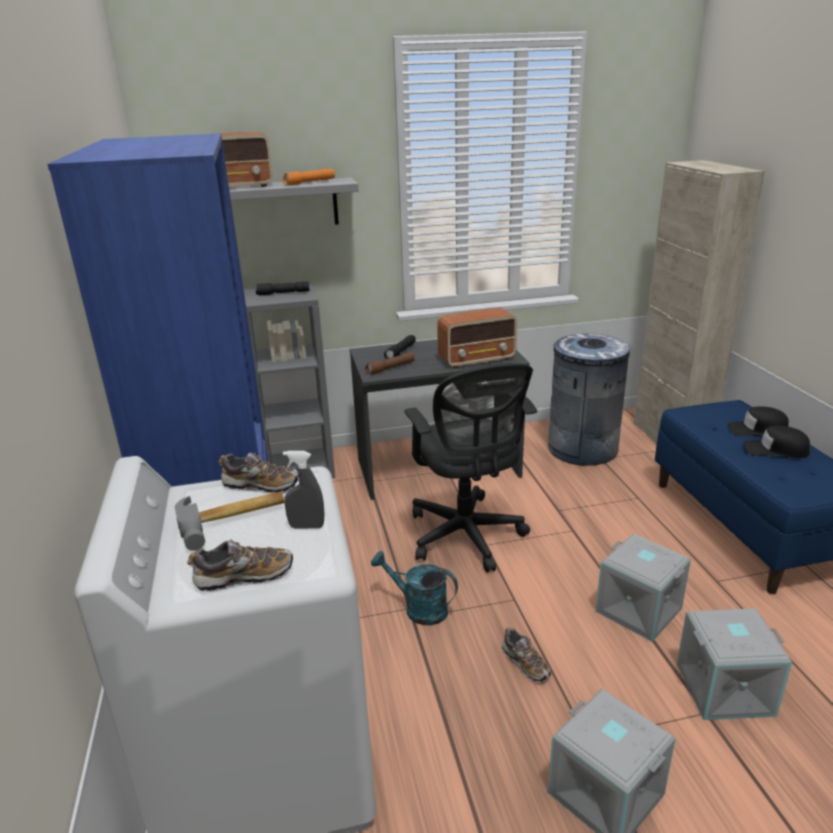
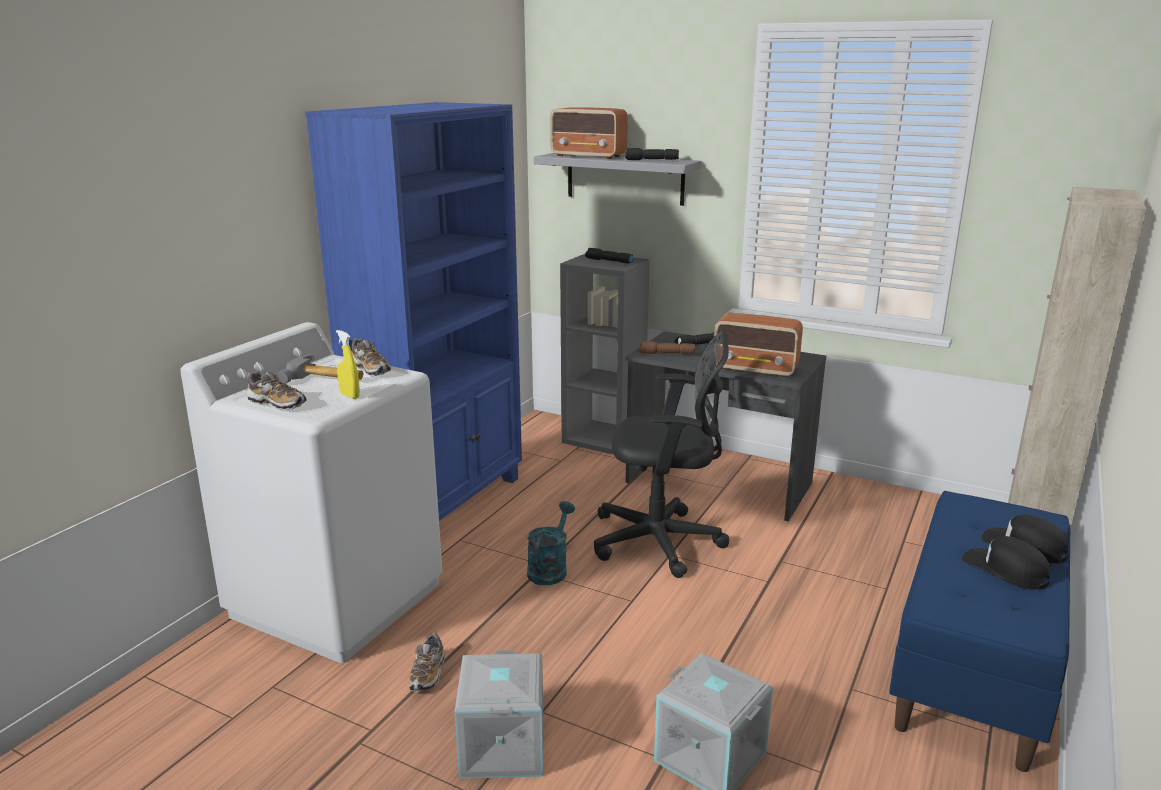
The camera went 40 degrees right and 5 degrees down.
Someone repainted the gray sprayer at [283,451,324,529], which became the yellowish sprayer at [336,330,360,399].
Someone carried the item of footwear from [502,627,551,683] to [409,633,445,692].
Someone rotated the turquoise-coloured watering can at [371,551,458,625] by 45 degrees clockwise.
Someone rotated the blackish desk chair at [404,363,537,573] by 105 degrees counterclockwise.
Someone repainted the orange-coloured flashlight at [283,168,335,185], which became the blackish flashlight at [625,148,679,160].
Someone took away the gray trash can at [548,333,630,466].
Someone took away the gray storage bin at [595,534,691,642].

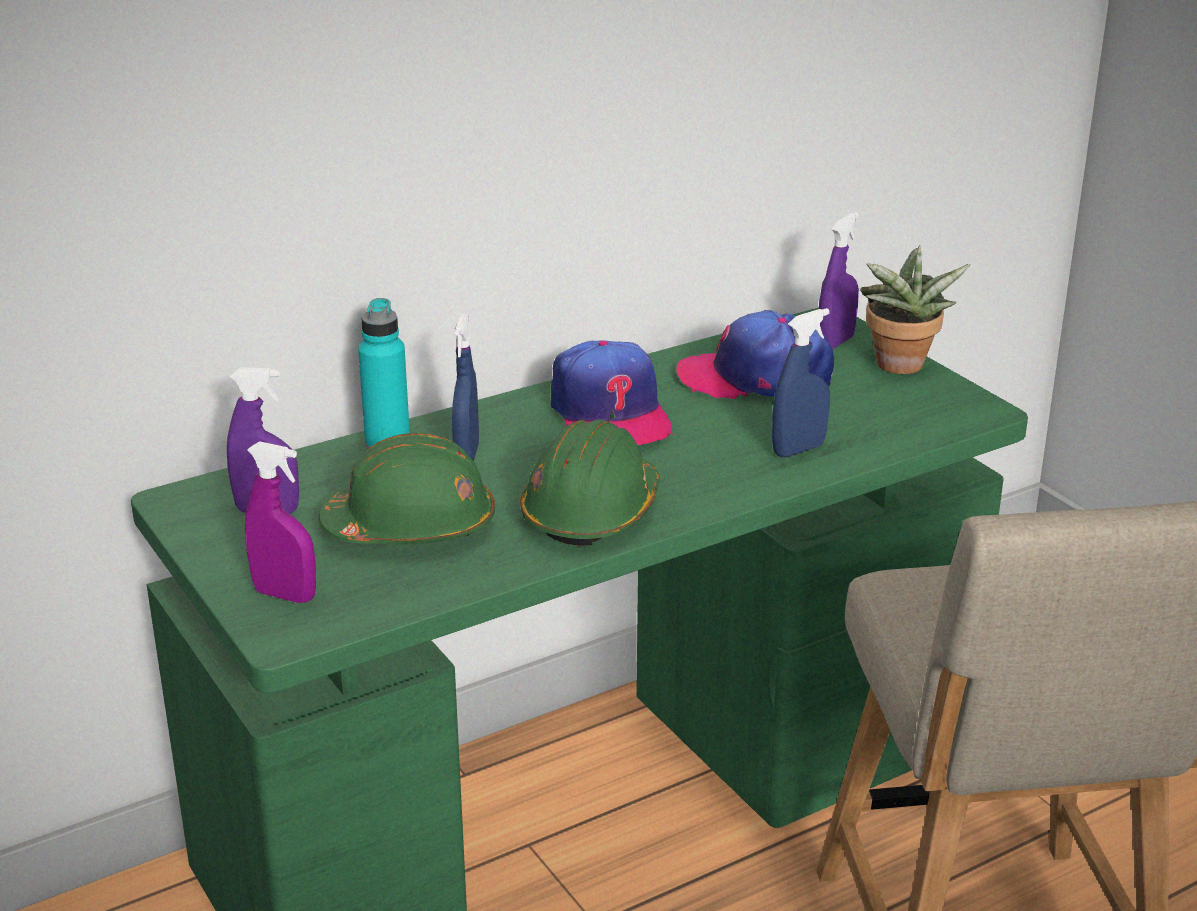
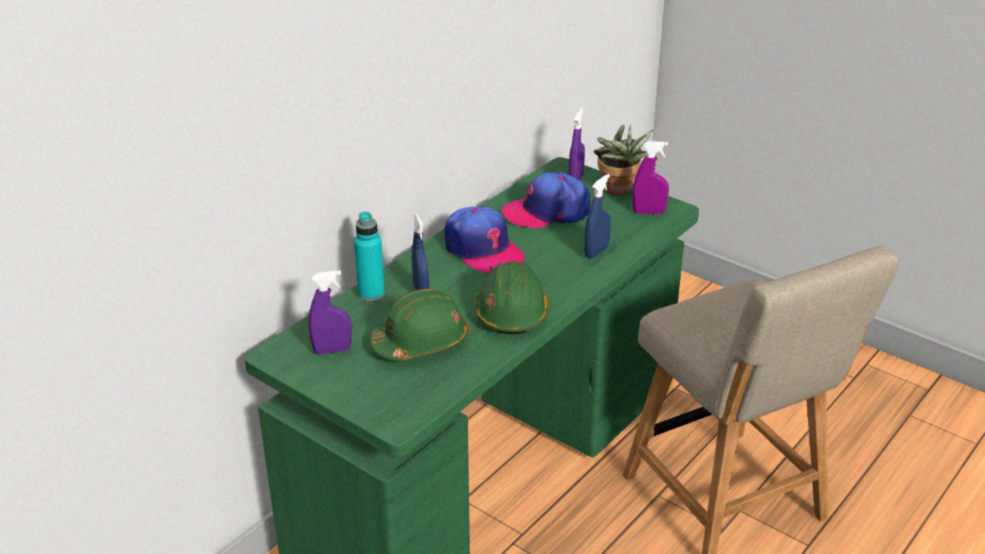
The camera went 20 degrees left and 5 degrees up.
Someone carried the purplish sprayer from [245,441,316,603] to [632,141,669,214].

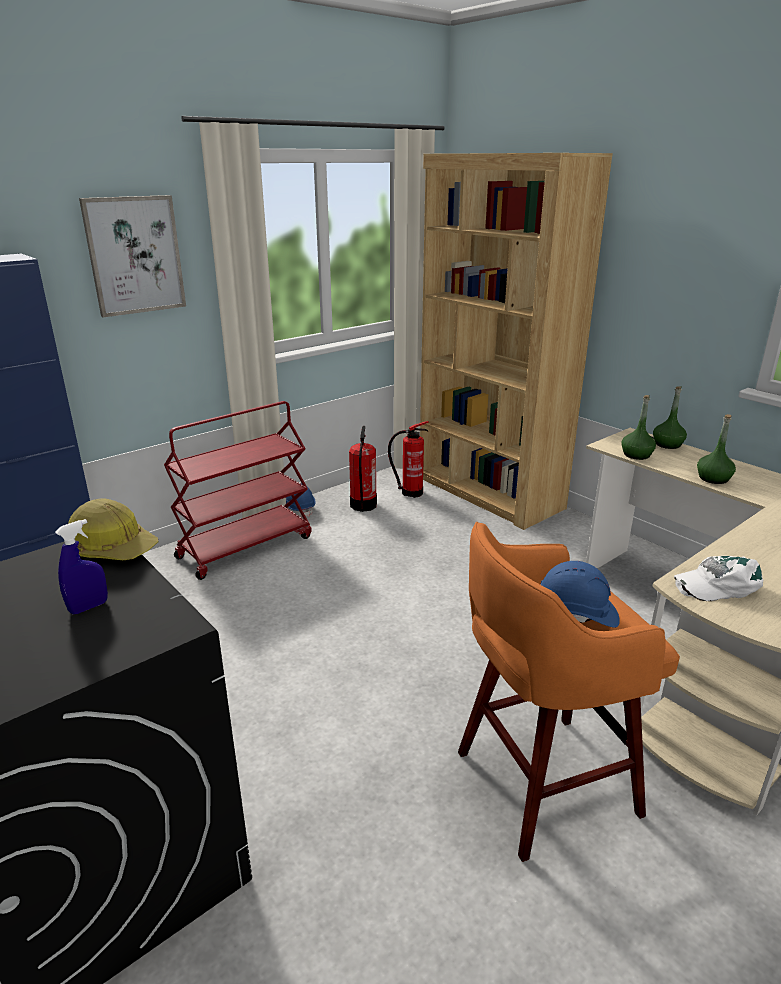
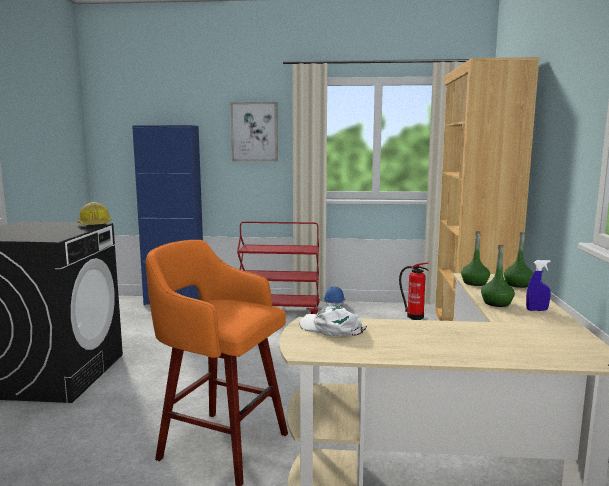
The camera went 45 degrees right and 15 degrees down.
Someone carried the blue sprayer from [55,519,108,614] to [526,260,551,311].
Someone took away the fire-fighting cylinder at [349,426,377,512].
Someone took away the blue work helmet at [540,561,620,628].

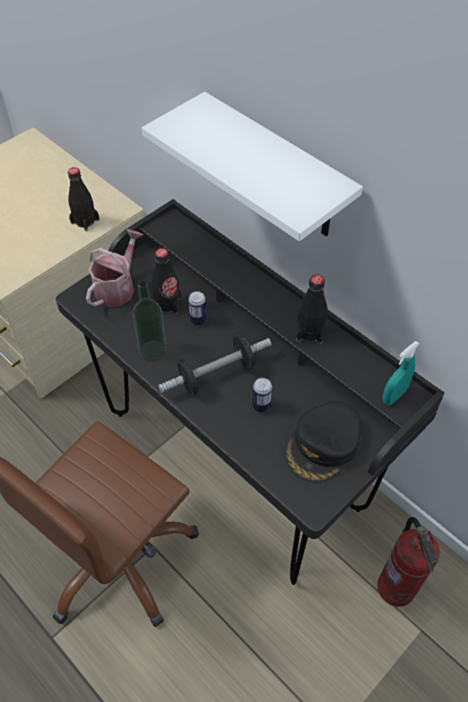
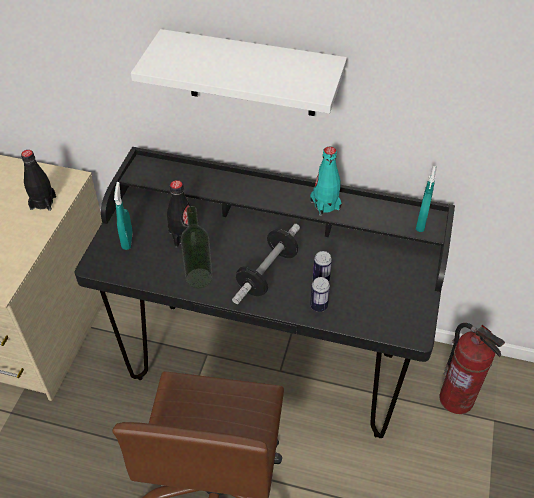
The camera went 30 degrees left and 5 degrees down.
Someone swapped the watering can at [86,229,143,307] for the turquoise-coloured sprayer at [114,182,133,250].
Someone repainted the blackish bottle at [296,274,328,344], which became the turquoise-coloured bottle at [310,147,341,216].
Someone carried the sealed can from [188,291,207,325] to [310,277,330,312].
Someone took away the blackish peaked cap at [285,401,361,482].

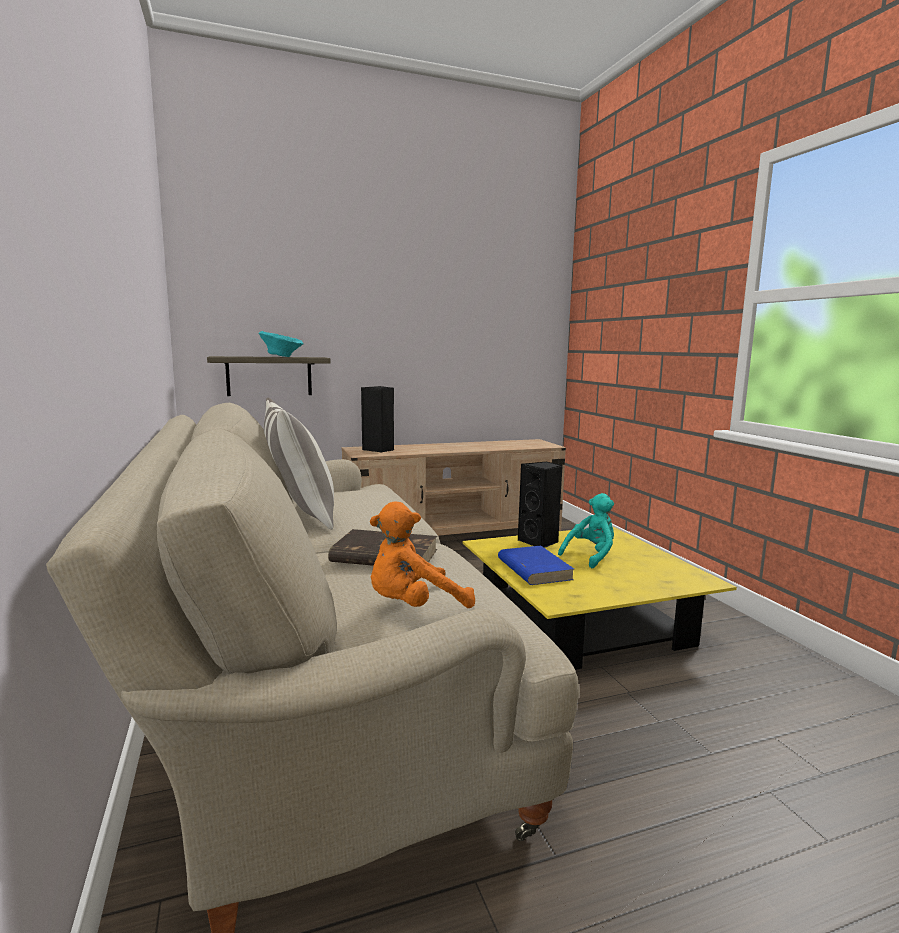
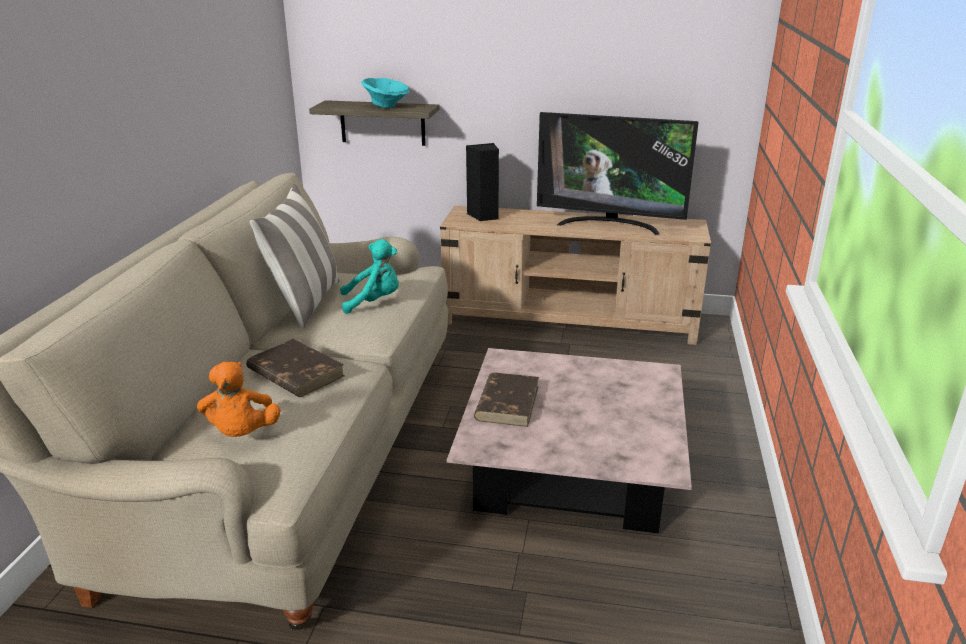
The camera went 30 degrees right and 15 degrees up.
Someone rotated the orange-coloured plush toy at [370,501,475,608] by 105 degrees counterclockwise.
Someone carried the turquoise-coloured plush toy from [558,493,614,568] to [340,239,399,314].
Someone repainted the yellowish coffee table at [463,526,737,670], which became the pink coffee table at [447,348,692,533].
Someone repainted the blue bound book at [498,546,574,585], which became the brown-coloured bound book at [474,372,539,427].
Someone put down the TV set at [537,112,699,235].
Someone took away the blackish audio speaker at [518,462,563,548].

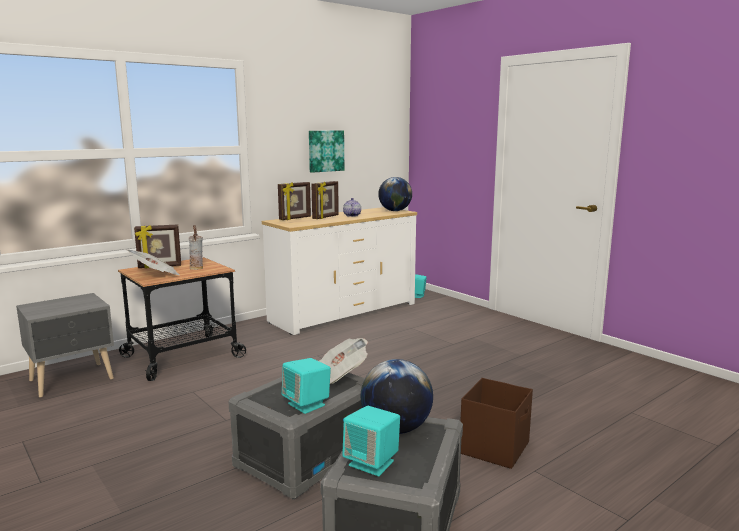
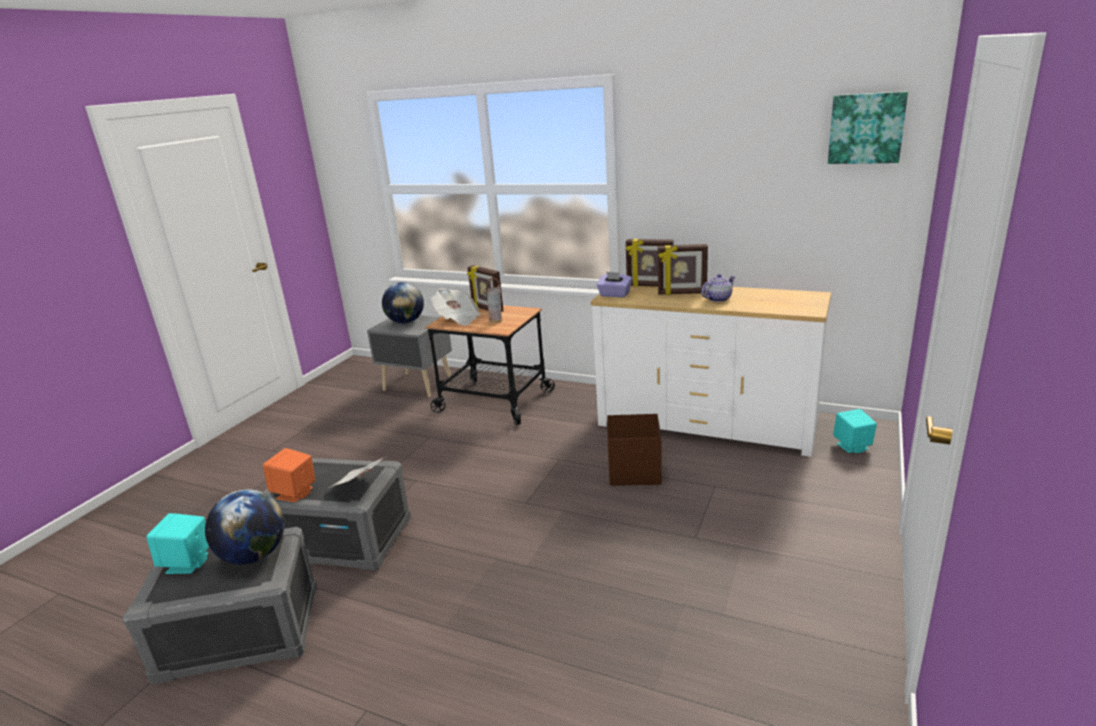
The camera went 65 degrees right and 10 degrees up.
Someone repainted the turquoise-coloured audio speaker at [282,358,331,414], which became the orange-coloured audio speaker at [263,448,315,502].
Someone carried the desk globe from [378,177,412,211] to [382,282,424,324].
Someone put down the purplish tissue box at [597,272,632,298].
Someone carried the brown-coloured storage bin from [460,378,533,469] to [607,414,662,486].
Someone carried the picture from [309,130,344,173] to [828,91,908,164].

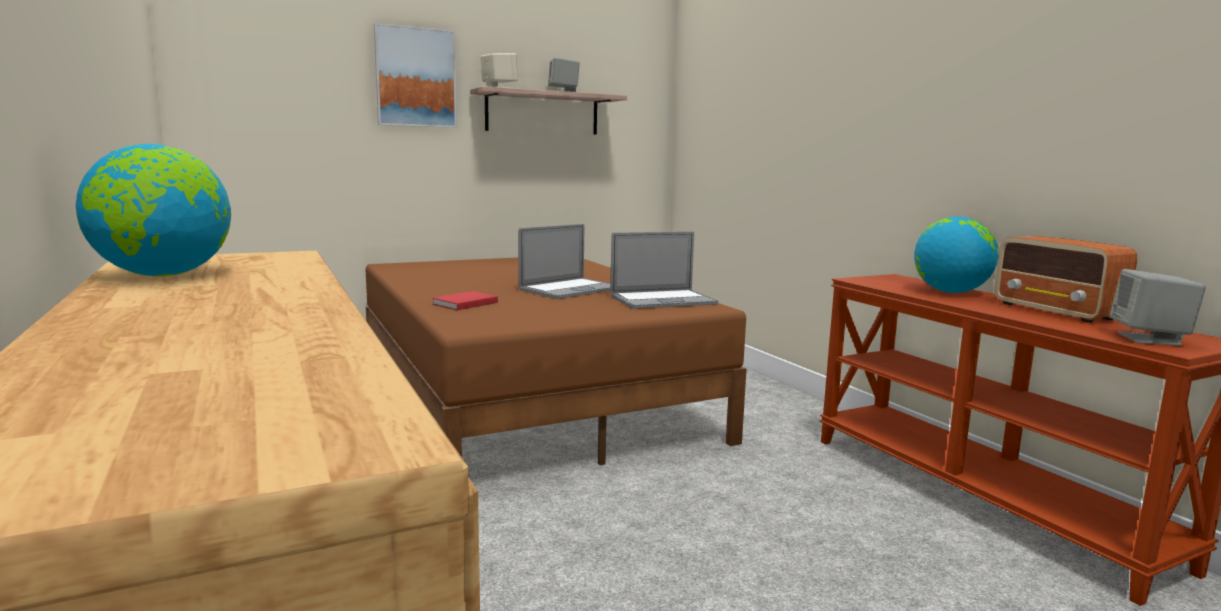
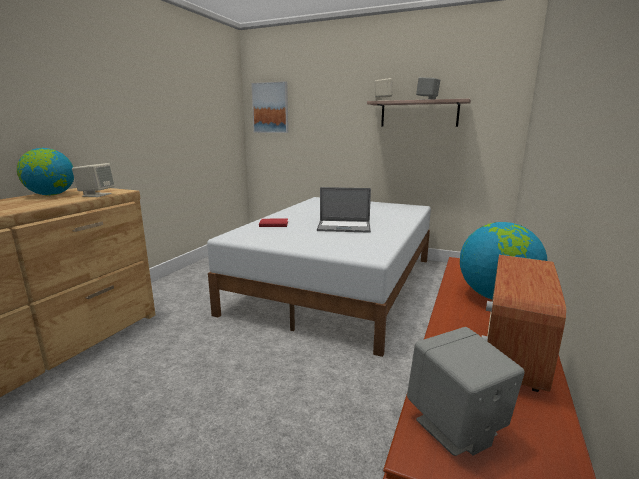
The camera went 50 degrees right and 5 degrees up.
Someone put down the beige audio speaker at [72,163,115,197].
Someone repainted the brown-coloured bedroom bed at [366,257,747,465], which became the white-coloured bedroom bed at [207,197,431,357].
Someone carried the picture from [374,23,457,128] to [251,81,288,133].
Someone took away the laptop at [610,232,719,309].

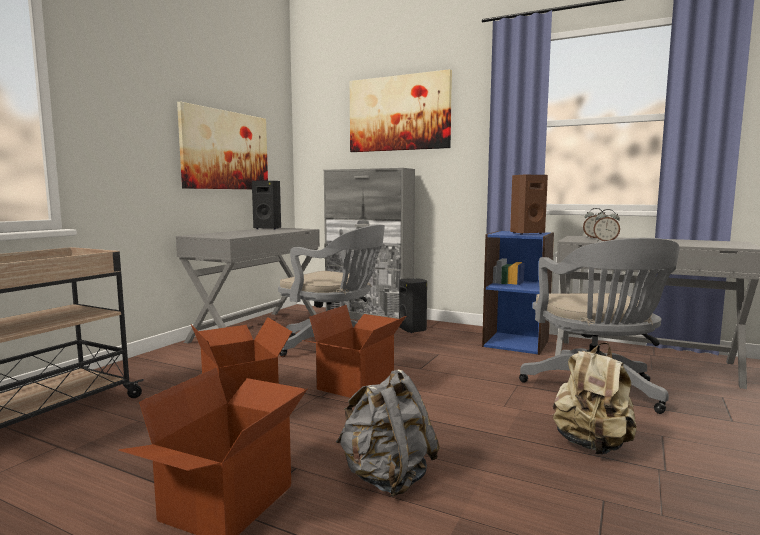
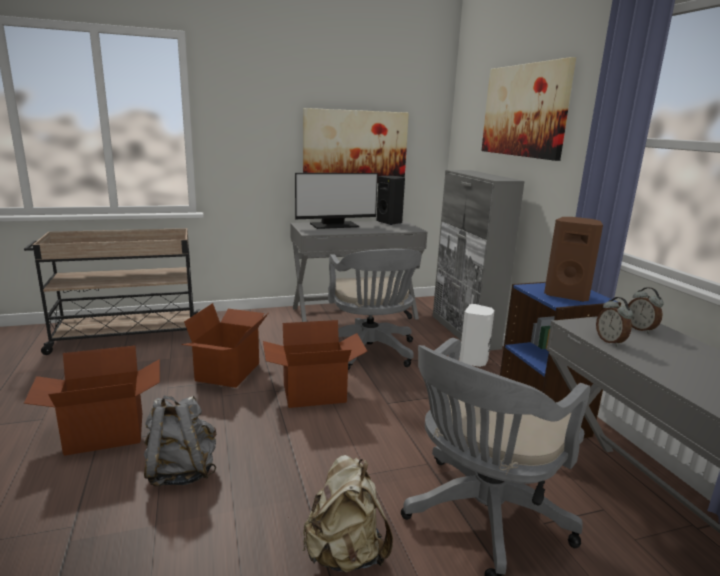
The camera went 45 degrees right and 10 degrees up.
Someone put down the monitor at [295,173,378,229].
Someone repainted the blackish audio speaker at [399,278,427,333], which became the white-coloured audio speaker at [459,304,495,367].

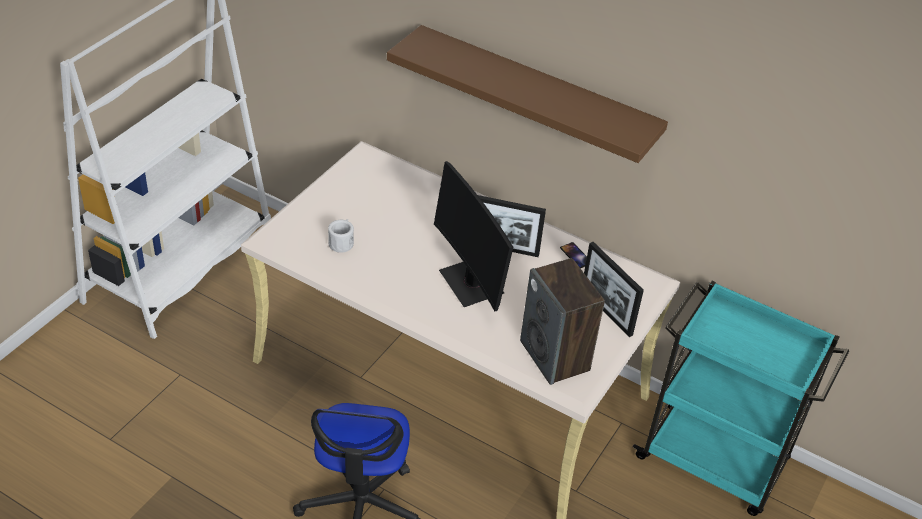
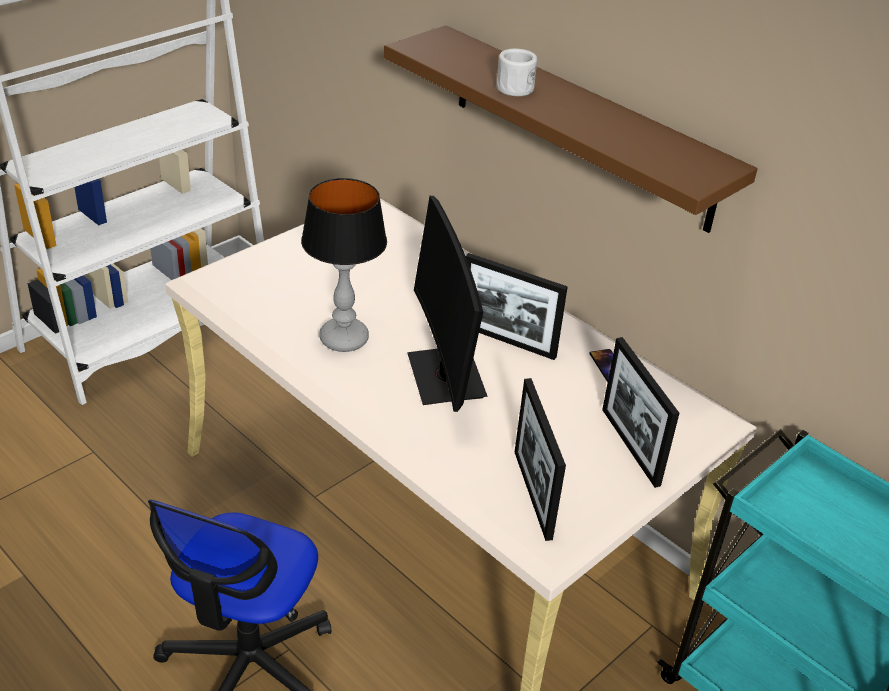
The camera went 15 degrees right and 5 degrees down.
Someone put down the tabletop lamp at [301,178,387,352].
Someone carried the white-coloured mug from [328,219,354,253] to [496,49,537,96].
Someone swapped the audio speaker at [520,258,605,385] for the picture frame at [515,378,566,541].

